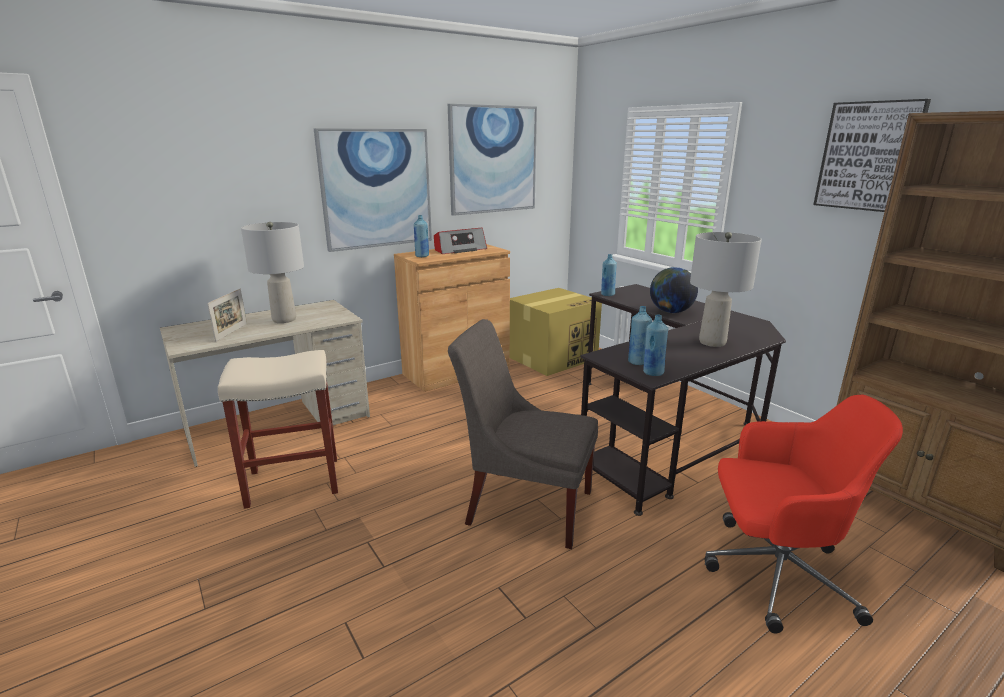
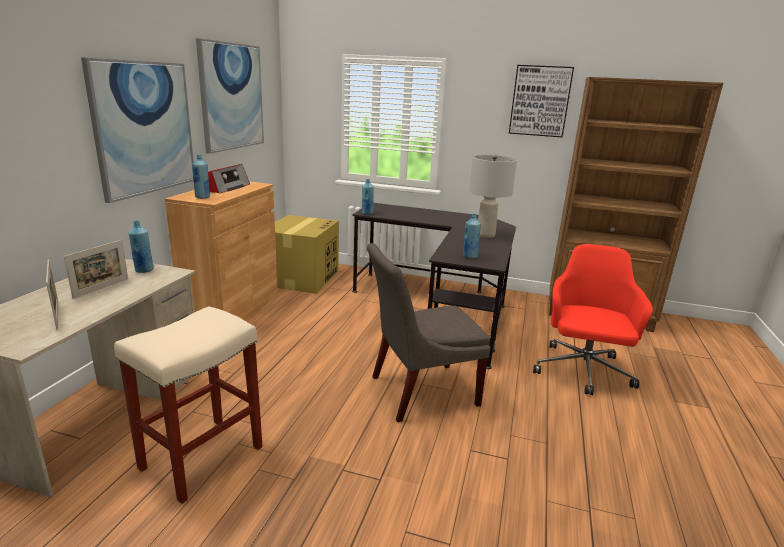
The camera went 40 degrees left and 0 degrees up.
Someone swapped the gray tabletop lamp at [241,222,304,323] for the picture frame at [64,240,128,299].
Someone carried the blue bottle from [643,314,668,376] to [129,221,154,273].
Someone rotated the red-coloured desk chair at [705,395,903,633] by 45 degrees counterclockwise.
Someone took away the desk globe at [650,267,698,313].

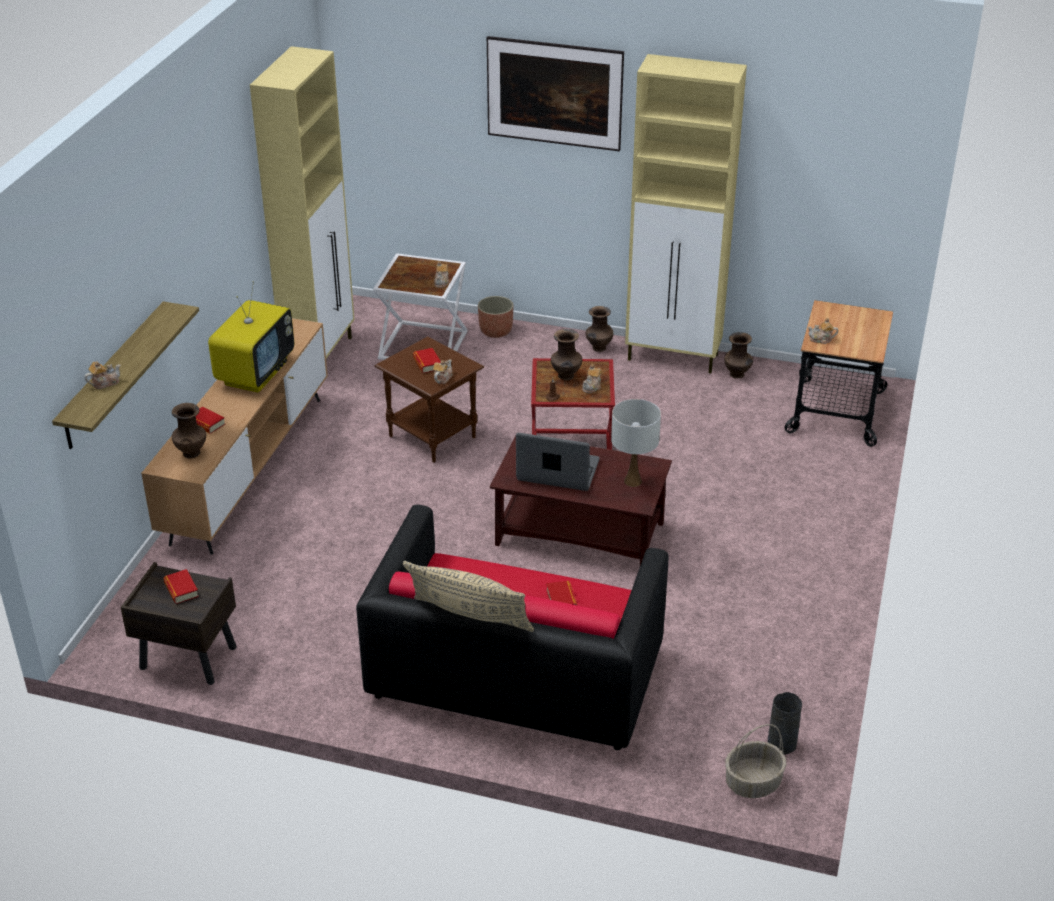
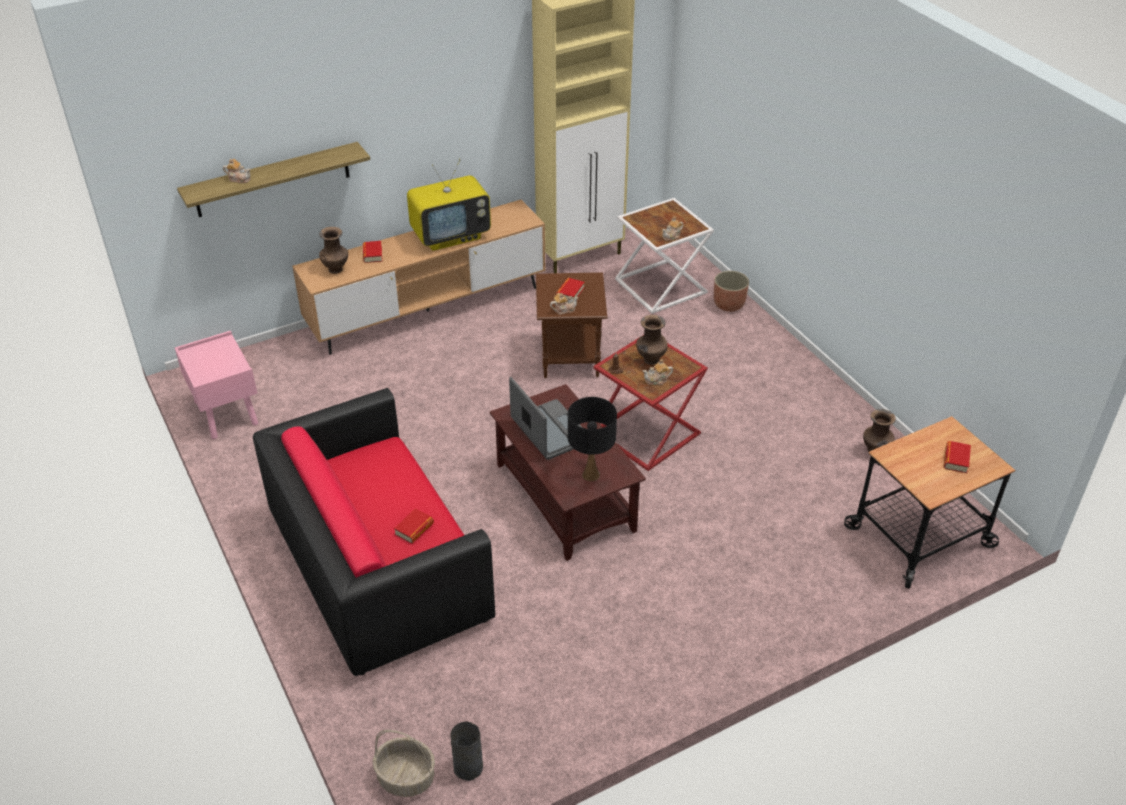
The camera went 45 degrees right and 5 degrees up.
Someone repainted the brown-coloured nightstand at [120,562,237,685], which became the pink nightstand at [175,331,258,439].
Someone repainted the white-coloured tabletop lamp at [611,399,661,487], which became the blackish tabletop lamp at [568,397,617,481].
Someone carried the bound book from [164,569,199,604] to [944,441,971,473].
Someone took away the beige cushion at [403,561,534,632].
Someone took away the picture at [487,36,624,151].
Someone took away the brown-coloured decorative vase at [586,306,613,352].
Someone took away the beige storage cabinet at [625,54,747,373].
Someone took away the teapot at [808,318,838,344].

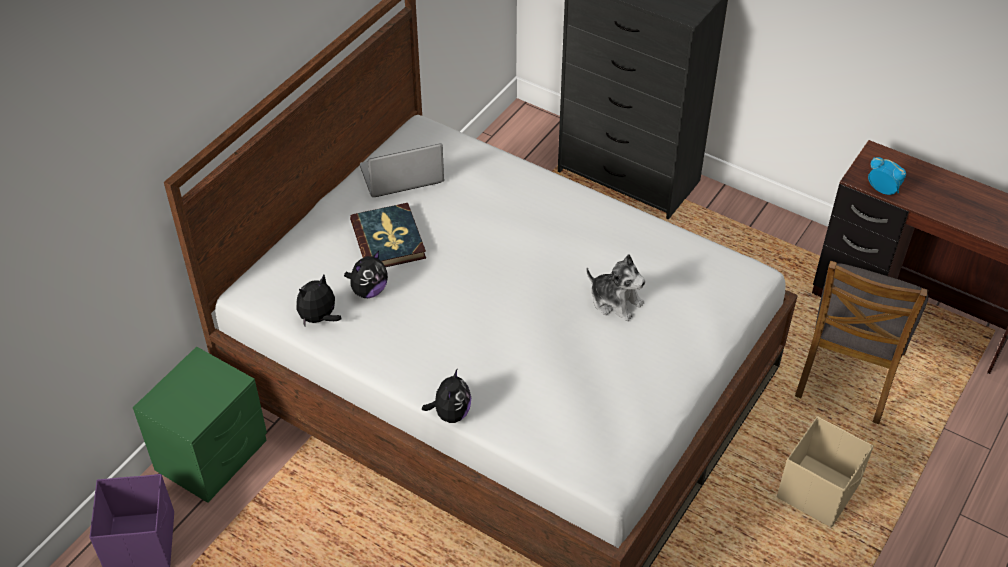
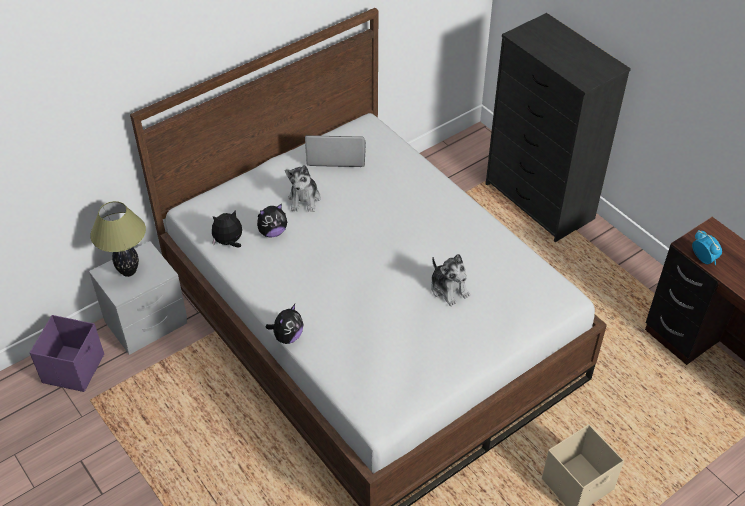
The camera went 20 degrees right and 0 degrees up.
Someone repainted the green nightstand at [133,346,267,503], which became the gray nightstand at [89,241,187,355].
Someone put down the tabletop lamp at [90,201,146,277].
Someone swapped the bound book at [350,203,426,267] for the plush toy at [285,165,321,212].
Someone took away the brown-coloured chair at [795,261,929,424].

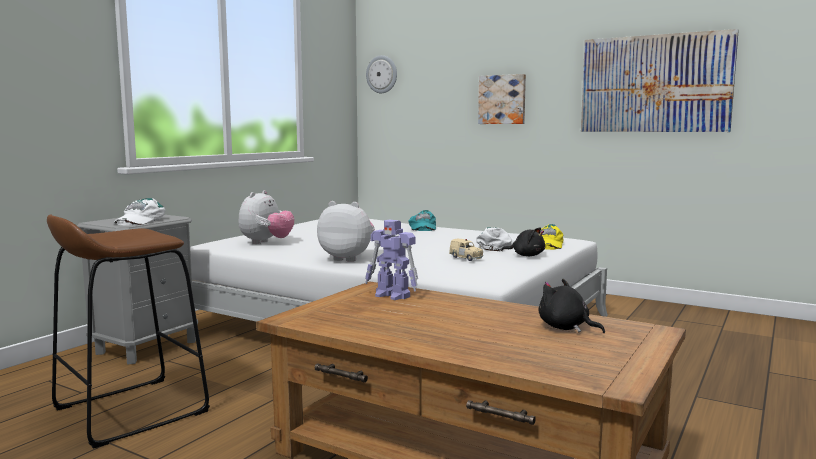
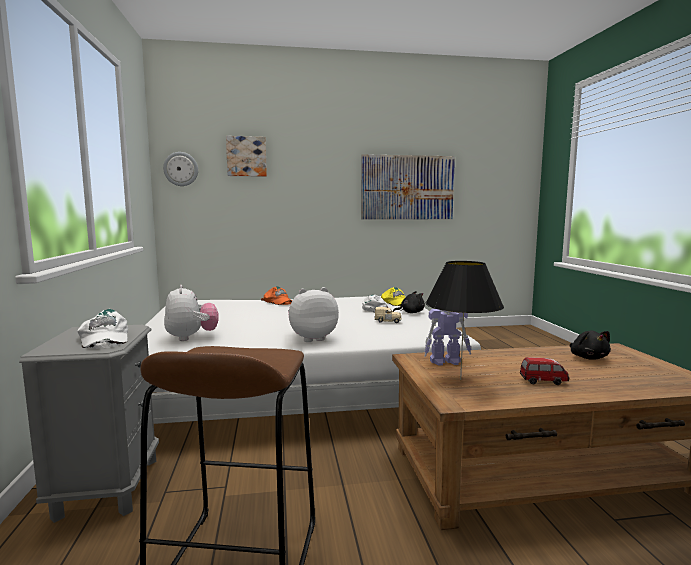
The camera went 40 degrees left and 0 degrees up.
Someone carried the picture from [478,74,526,124] to [226,136,267,177].
Someone repainted the turquoise-coloured peaked cap at [408,210,436,231], which became the orange-coloured peaked cap at [261,287,292,305].
Someone put down the blackish tabletop lamp at [426,261,504,380].
Someone put down the model car at [520,357,569,385].
Someone rotated the blackish plush toy at [539,279,605,333] by 105 degrees counterclockwise.

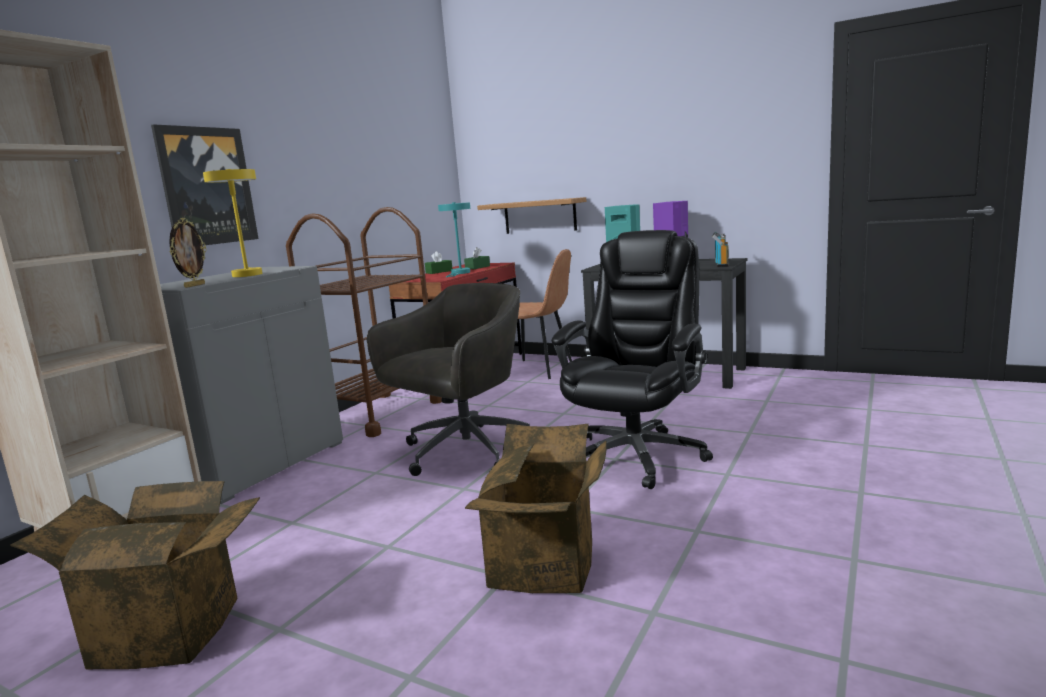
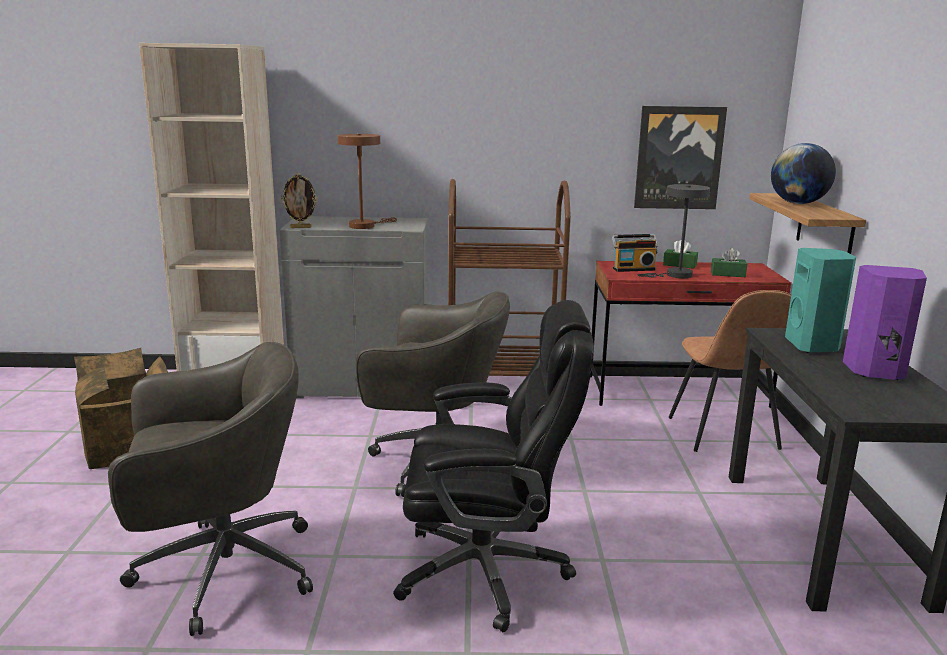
The camera went 60 degrees right and 5 degrees up.
Someone swapped the cardboard box at [465,423,607,593] for the gray desk chair at [108,342,313,636].
Someone repainted the yellowish tabletop lamp at [203,169,263,277], which became the brown-coloured tabletop lamp at [338,133,397,229].
Someone carried the radio set from [712,231,729,267] to [612,234,658,272].
Someone carried the picture from [151,124,258,246] to [634,106,727,209].
Someone repainted the turquoise-coloured tabletop lamp at [438,202,470,277], which became the gray tabletop lamp at [638,184,710,278].
Someone put down the desk globe at [771,143,836,204].

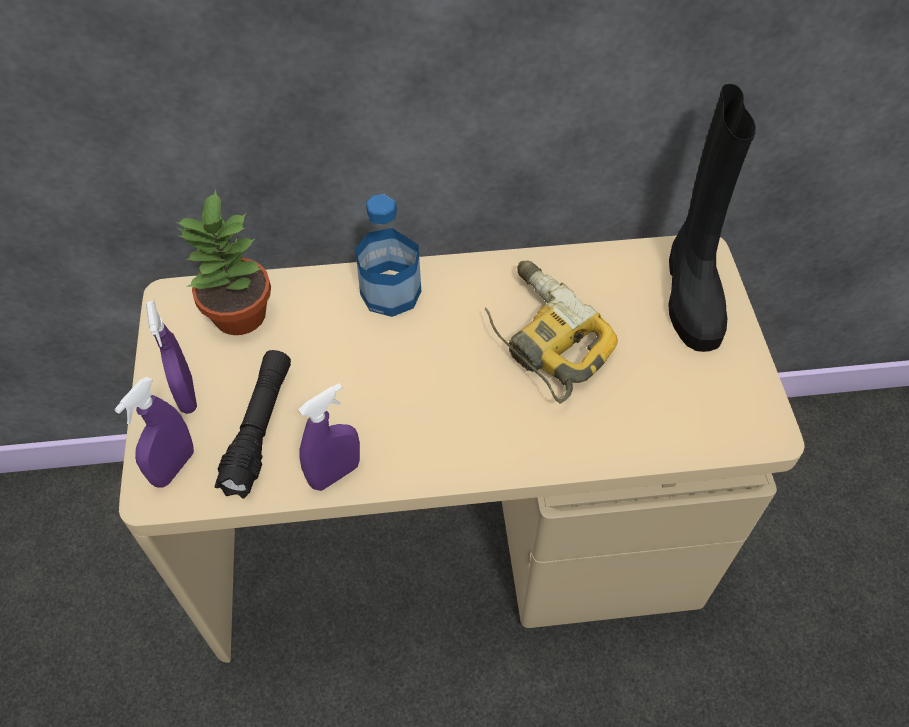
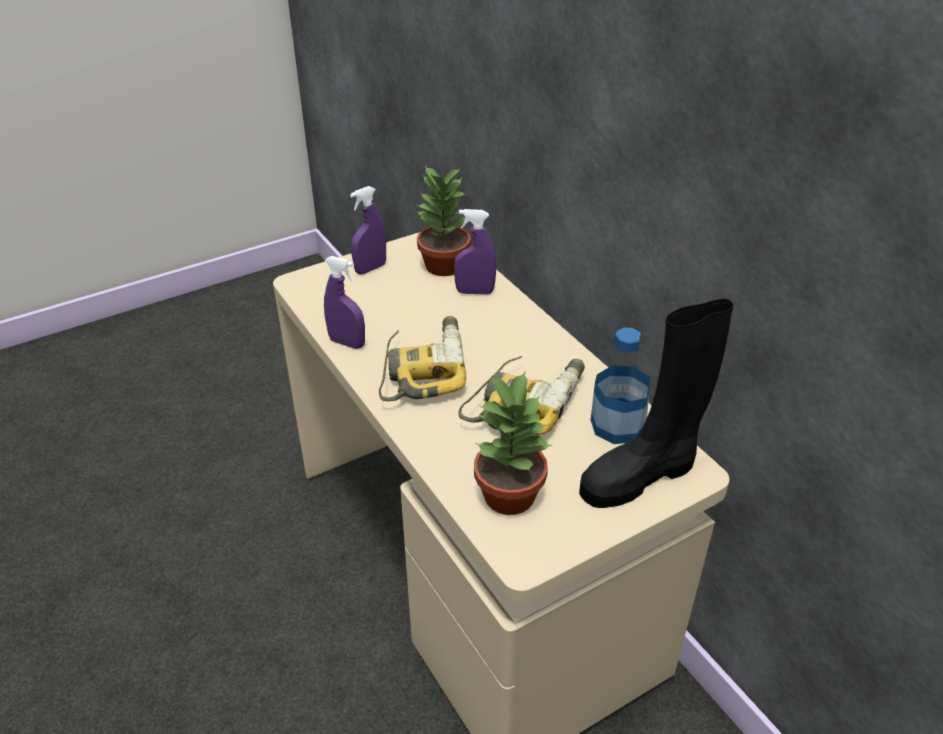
The camera went 65 degrees right and 15 degrees down.
Someone put down the electric drill at [379,316,466,401].
Someone carried the purplish sprayer from [114,377,194,488] to [454,209,496,294].
Someone put down the plant in a pot at [474,372,552,515].
Someone carried the bottle from [355,194,421,317] to [591,327,650,444].
Someone took away the blackish flashlight at [215,350,291,499].

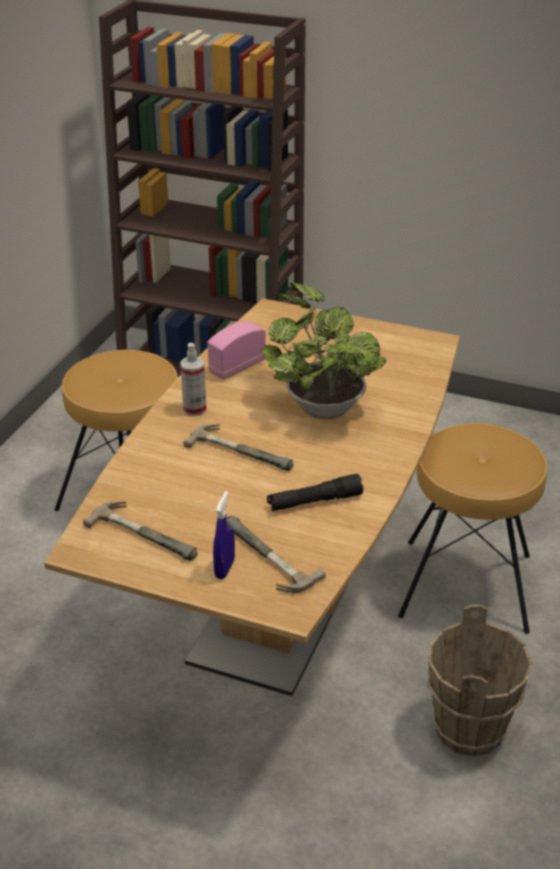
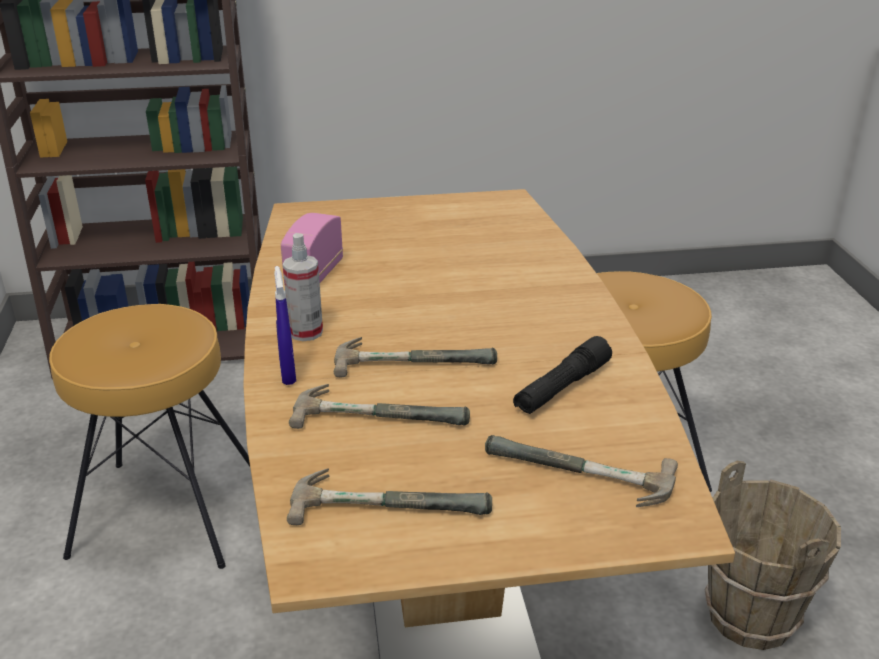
The camera went 30 degrees left and 5 degrees down.
Someone carried the blue sprayer from [213,491,235,579] to [274,266,296,385].
Someone put down the tool hammer at [289,384,470,429].
Someone took away the plant in a pot at [261,283,386,420].

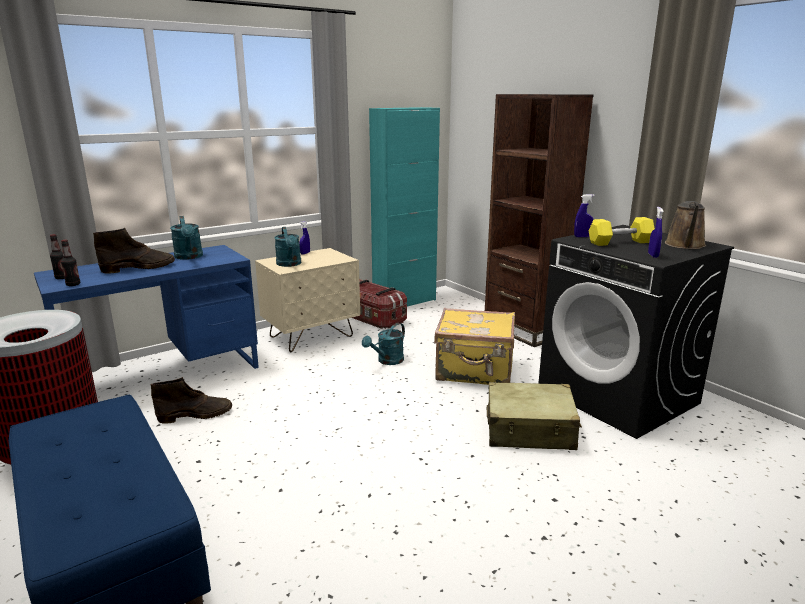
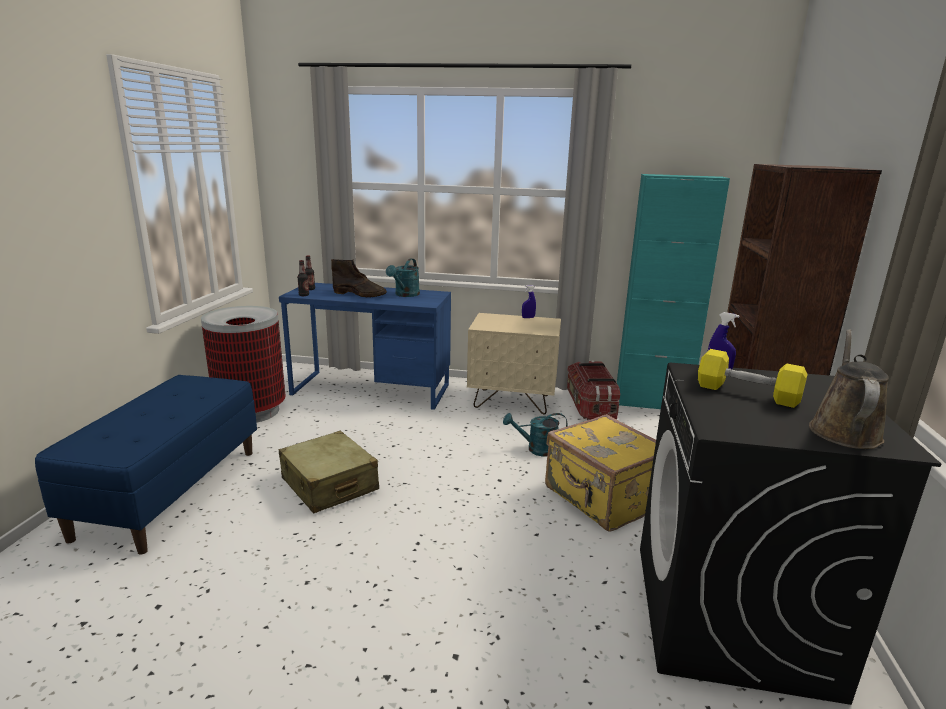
The camera went 45 degrees right and 0 degrees up.
Someone carried the beige travel case from [487,382,582,450] to [278,431,379,514].
Someone rotated the brown-coloured watering can at [665,201,706,249] by 135 degrees clockwise.
Someone took away the brown-coloured tall boot at [151,377,232,424].
Someone took away the turquoise-coloured watering can at [274,227,301,267].
Someone took away the blue sprayer at [648,207,664,258].

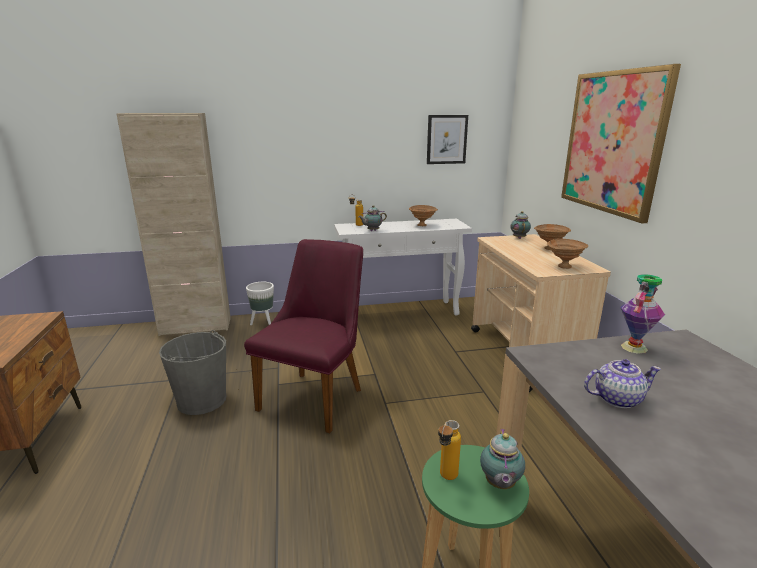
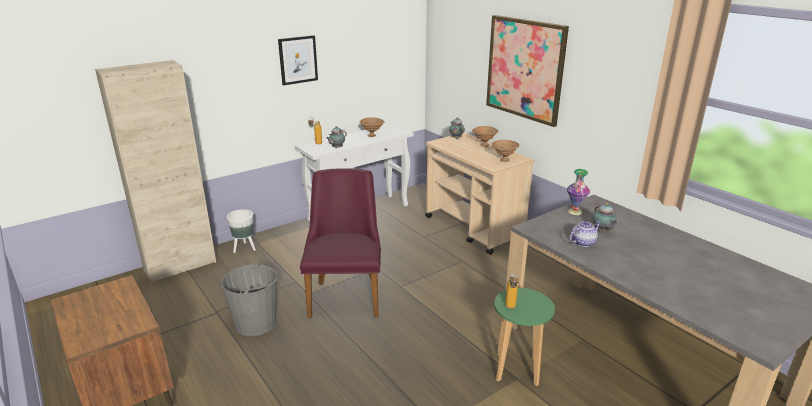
The camera went 25 degrees left and 5 degrees up.
Someone carried the picture from [427,115,468,164] to [278,35,318,86].
Someone carried the teapot from [480,428,525,489] to [593,203,617,232].

